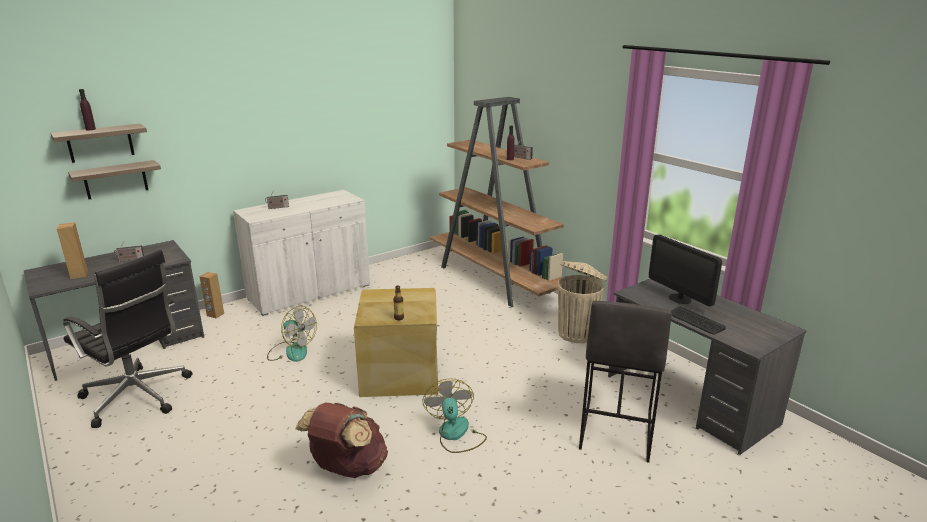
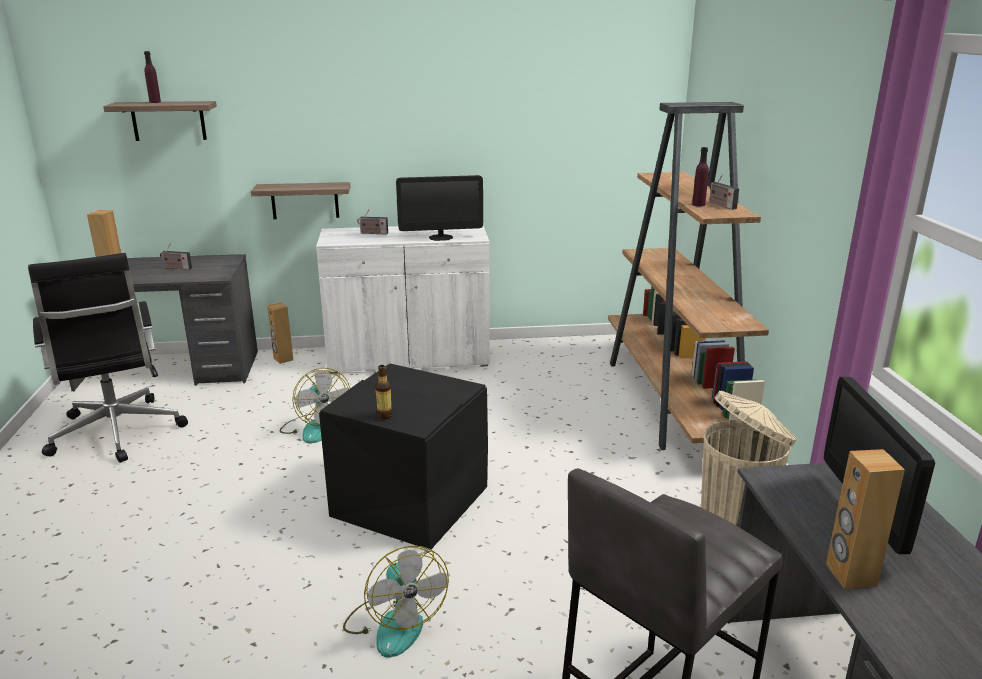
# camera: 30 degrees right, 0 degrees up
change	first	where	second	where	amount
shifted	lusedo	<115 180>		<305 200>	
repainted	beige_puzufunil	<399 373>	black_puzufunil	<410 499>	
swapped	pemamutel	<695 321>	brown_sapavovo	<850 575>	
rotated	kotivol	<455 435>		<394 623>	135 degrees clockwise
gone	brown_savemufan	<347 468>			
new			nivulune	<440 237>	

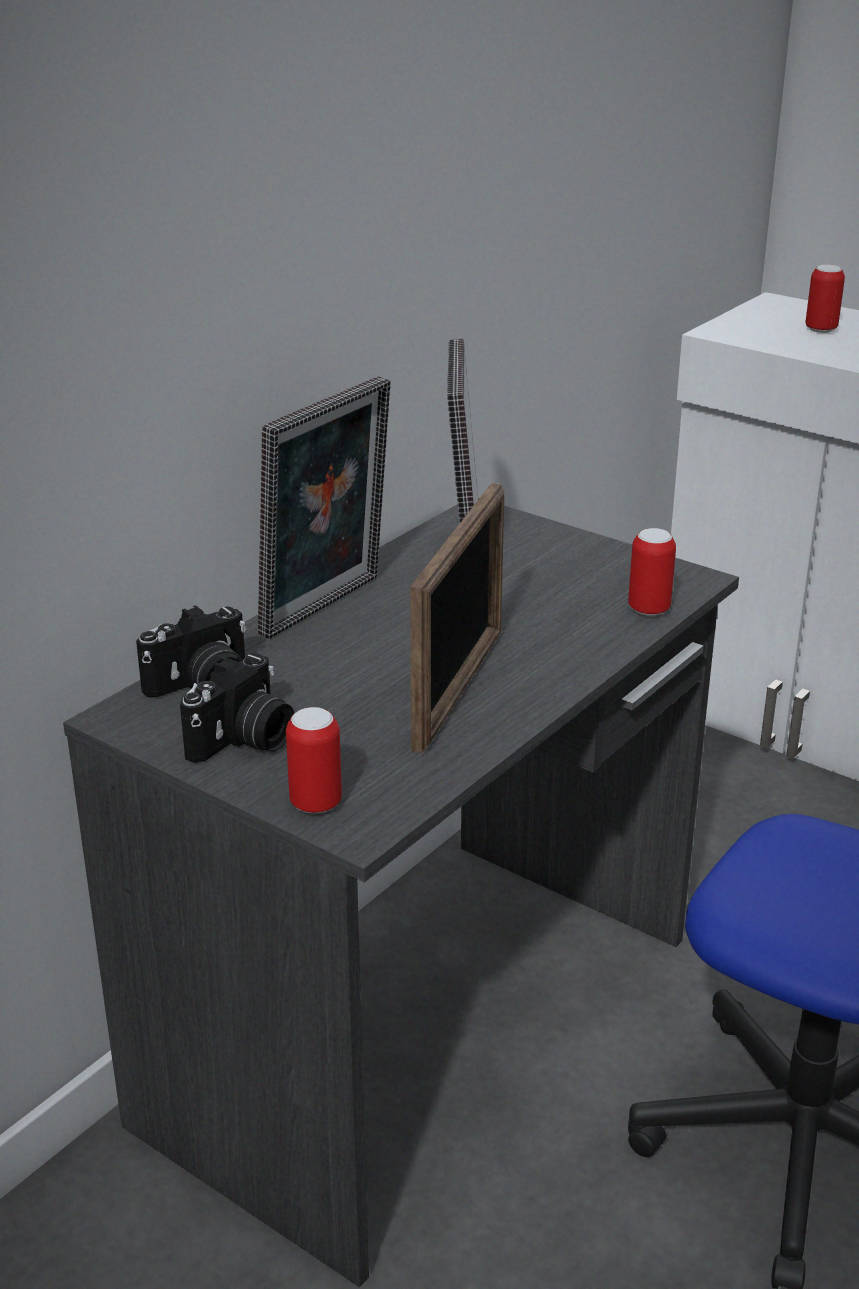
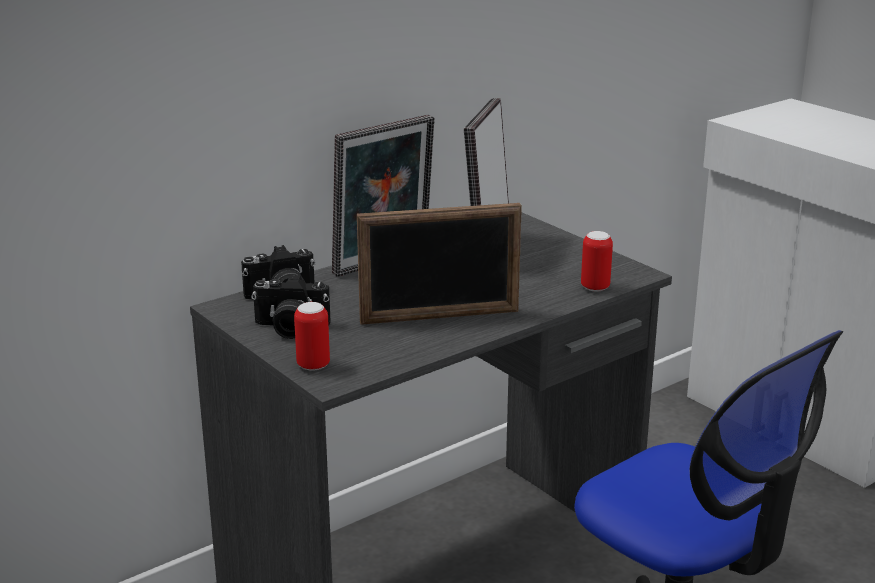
# camera: 15 degrees right, 5 degrees down
change	first	where	second	where	amount
gone	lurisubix	<821 329>			
rotated	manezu	<459 689>		<440 317>	45 degrees clockwise
rotated	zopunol	<245 741>		<290 328>	45 degrees clockwise

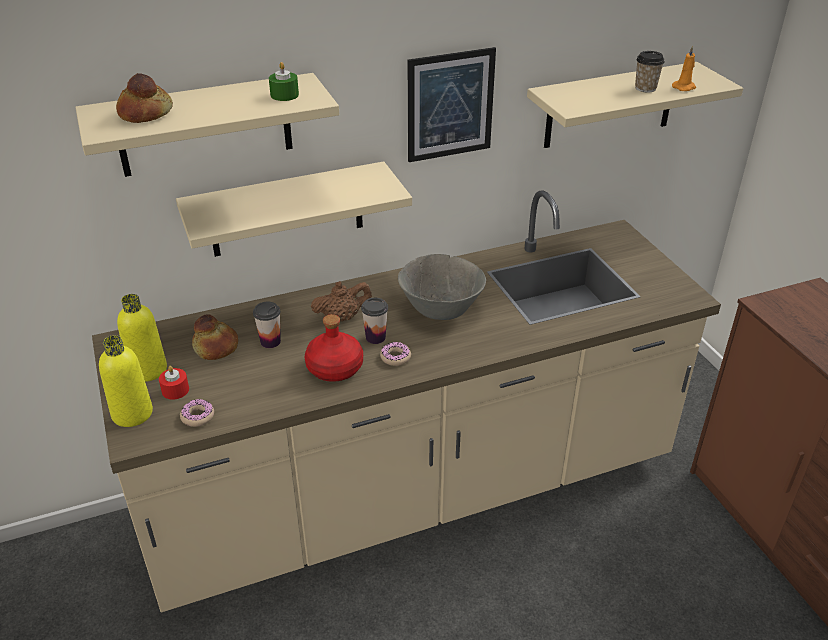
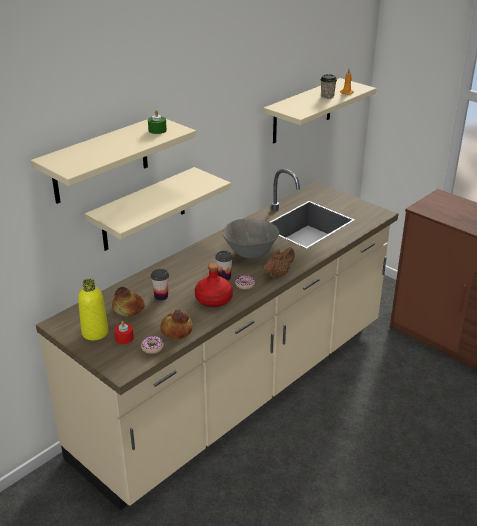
# camera: 25 degrees left, 5 degrees down
change	first	where	second	where	amount
gone	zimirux	<450 105>			
shifted	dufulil	<145 113>		<176 330>	
shifted	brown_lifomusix	<342 317>		<278 274>	
gone	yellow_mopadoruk	<132 413>			

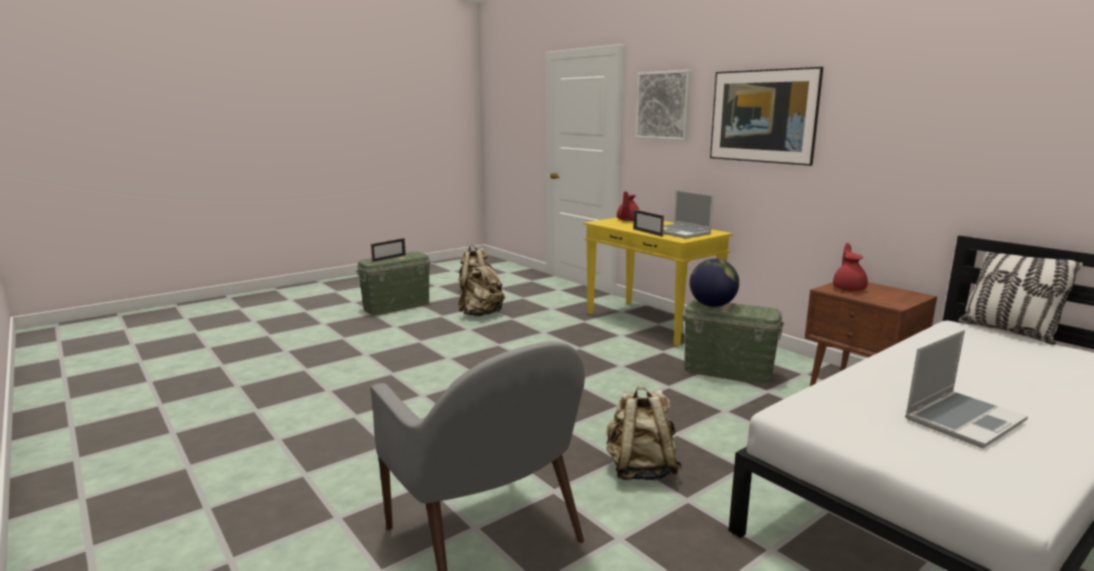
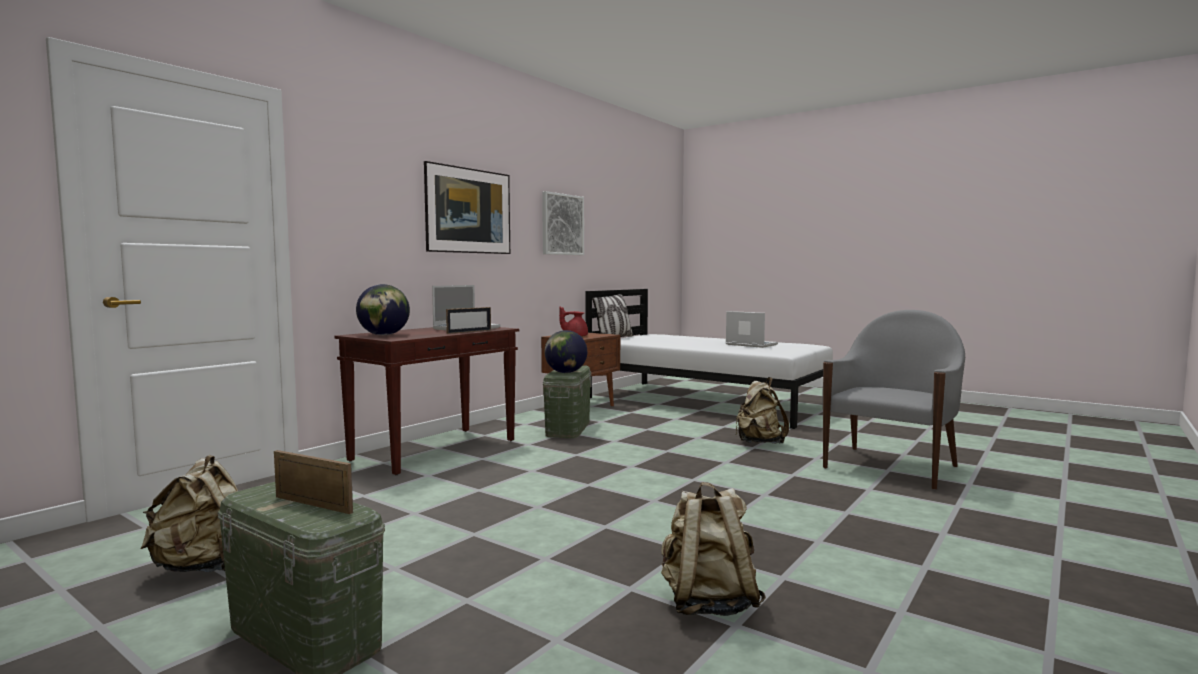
# camera: 105 degrees left, 10 degrees down
change	first	where	second	where	amount
shifted	zimirux	<663 105>		<562 224>	
swapped	red_lifomusix	<627 220>	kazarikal	<383 335>	
repainted	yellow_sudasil	<651 323>	brown_sudasil	<435 450>	
shifted	beige_savemufan	<482 314>		<708 603>	

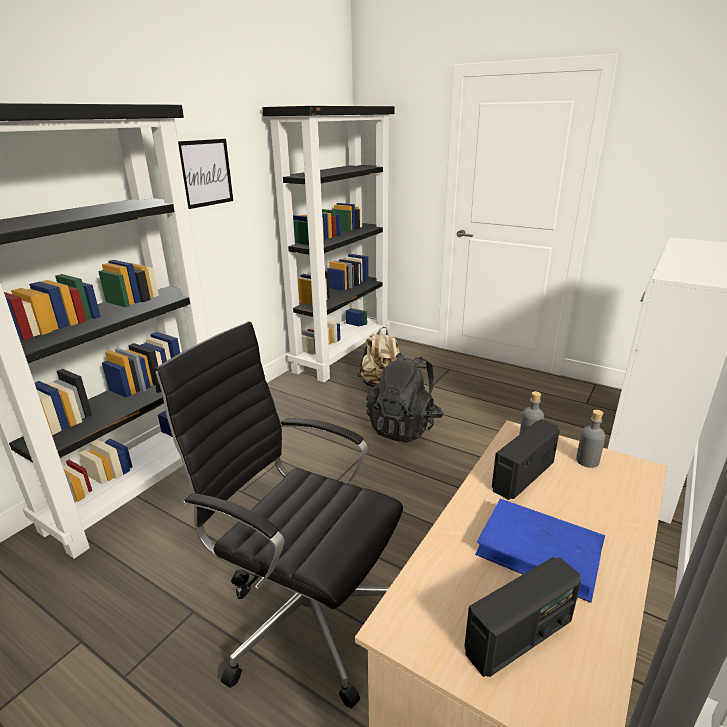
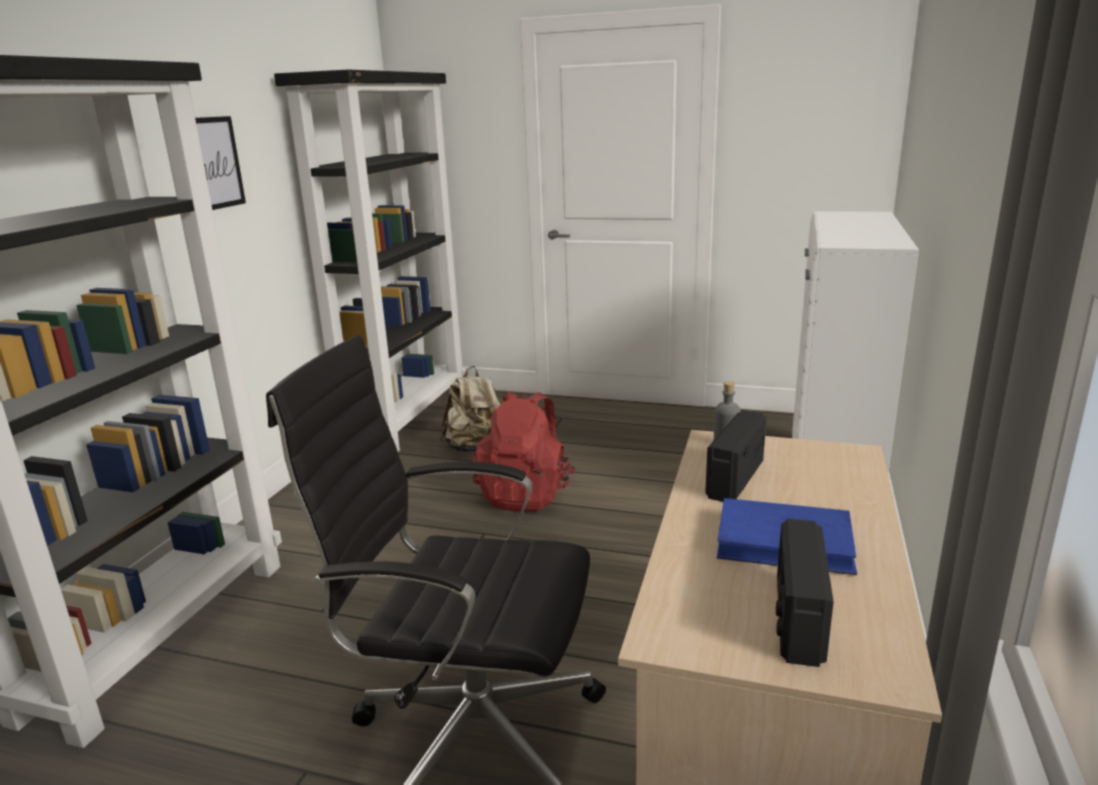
# camera: 15 degrees left, 5 degrees down
change	first	where	second	where	amount
repainted	black_savemufan	<404 427>	red_savemufan	<526 494>	
gone	grey_mopadoruk	<587 461>			
rotated	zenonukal	<519 637>		<797 618>	150 degrees clockwise

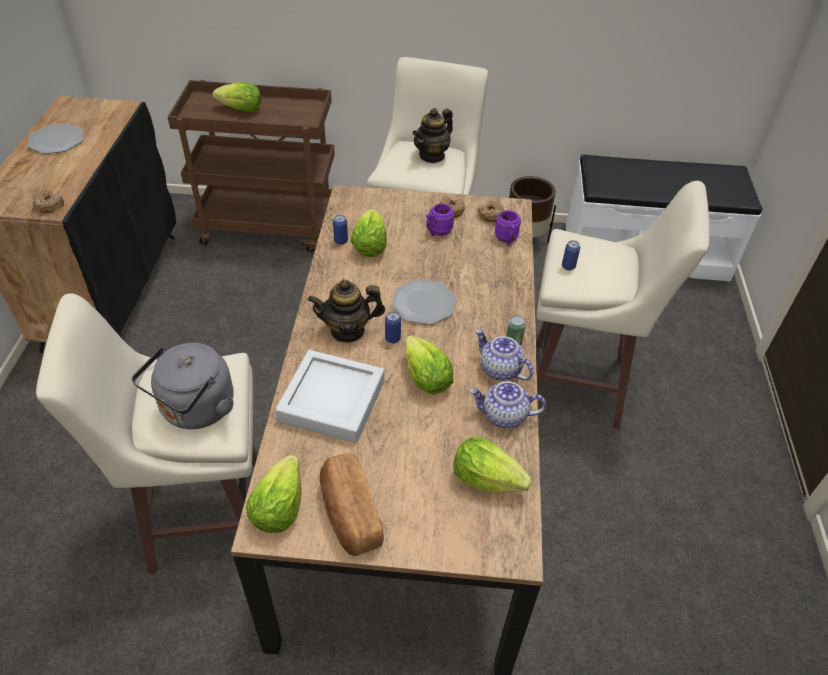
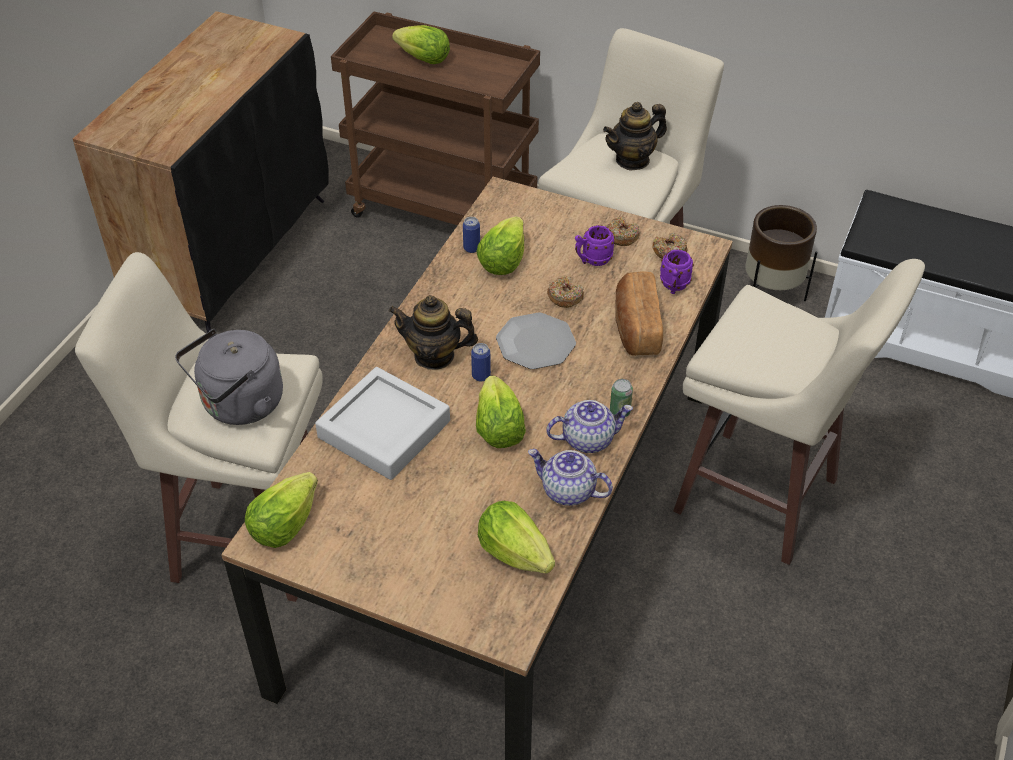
# camera: 20 degrees right, 0 degrees up
change	first	where	second	where	amount
gone	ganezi	<56 140>			
shifted	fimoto	<49 205>		<565 297>	
gone	lurisubix	<568 266>			
rotated	lifomusix	<499 369>		<588 439>	105 degrees clockwise
shifted	dufulil	<349 514>		<636 327>	

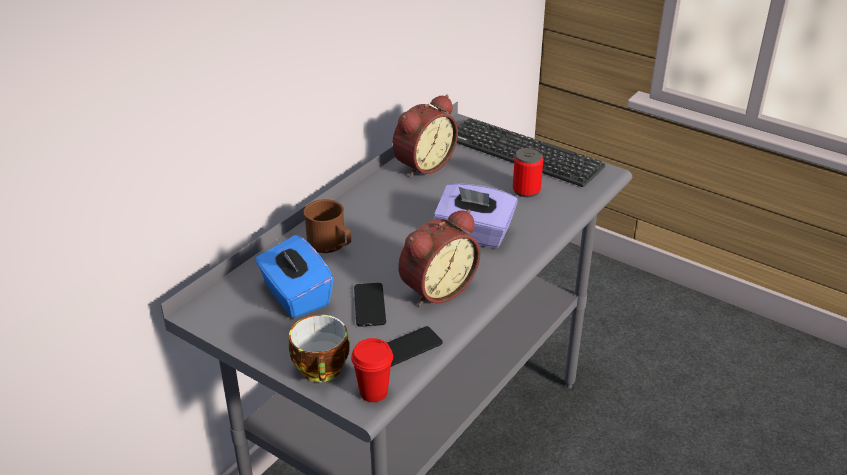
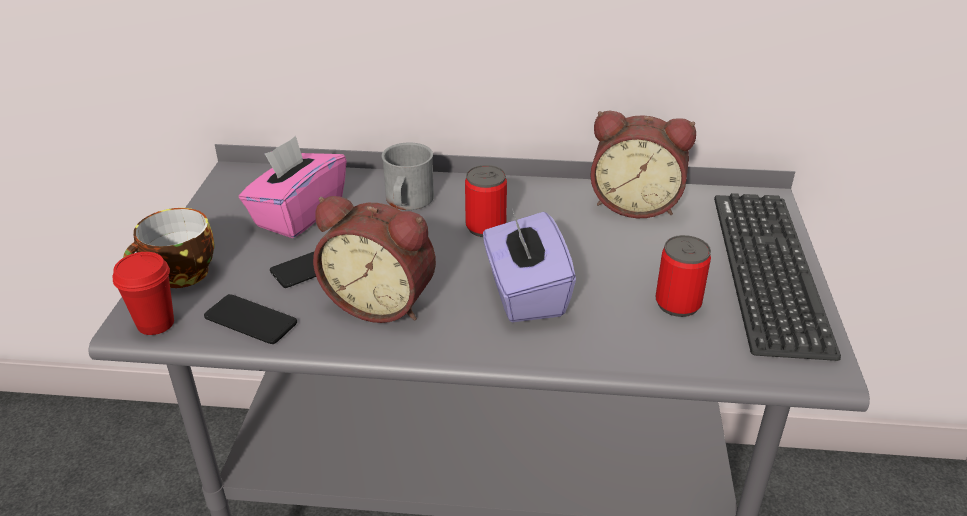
# camera: 60 degrees right, 0 degrees up
change	first	where	second	where	amount
repainted	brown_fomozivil	<331 245>	grey_fomozivil	<407 202>	
repainted	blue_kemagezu	<295 296>	pink_kemagezu	<298 214>	
new			lurisubix	<485 227>	

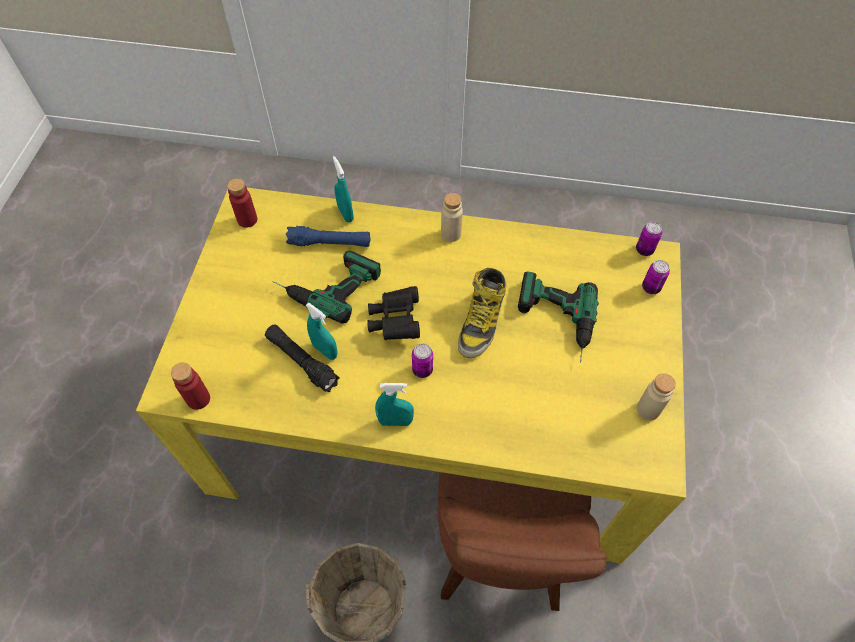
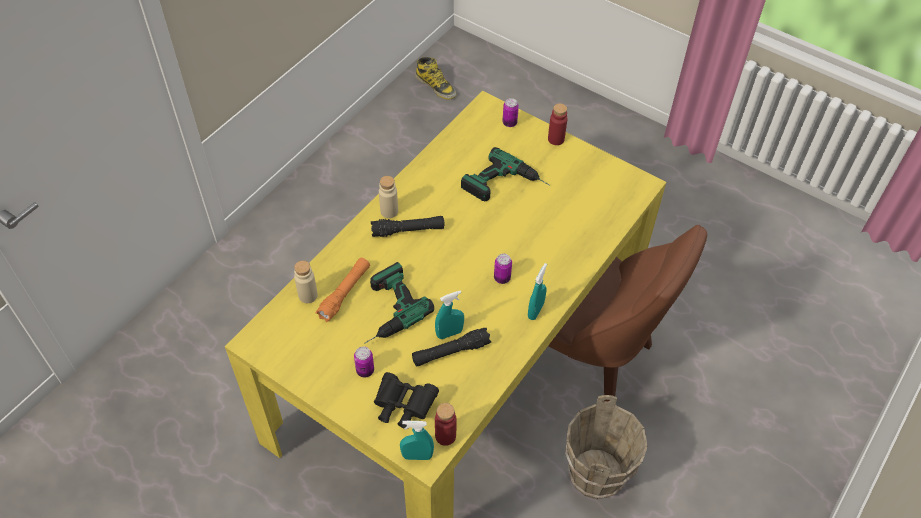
# camera: 65 degrees left, 5 degrees down
change	first	where	second	where	amount
shifted	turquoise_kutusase	<345 214>		<417 456>	
shifted	red_mopadoruk	<247 220>		<556 139>	
shifted	lurisubix	<644 250>		<365 370>	
repainted	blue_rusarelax	<329 243>	orange_rusarelax	<345 293>	
shifted	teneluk	<481 322>		<436 86>	
shifted	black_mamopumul	<395 321>		<403 406>	
shifted	beige_mopadoruk	<648 409>		<308 295>	
new			black_rusarelax	<408 230>	

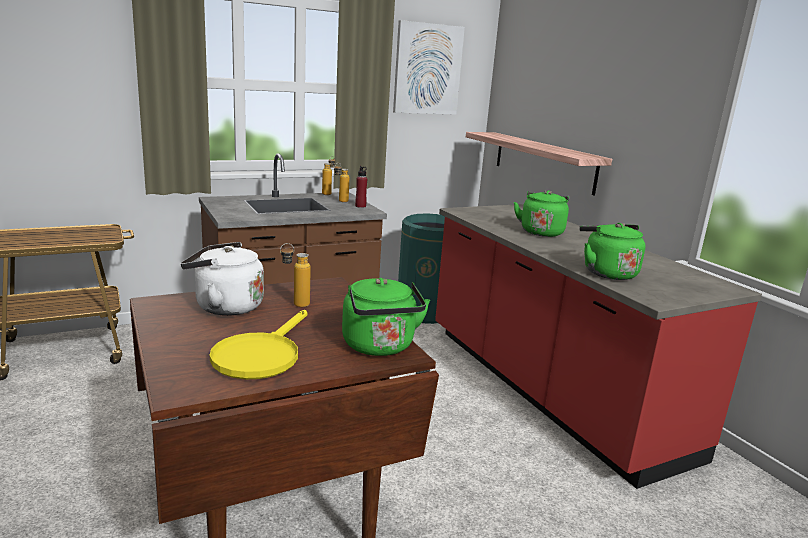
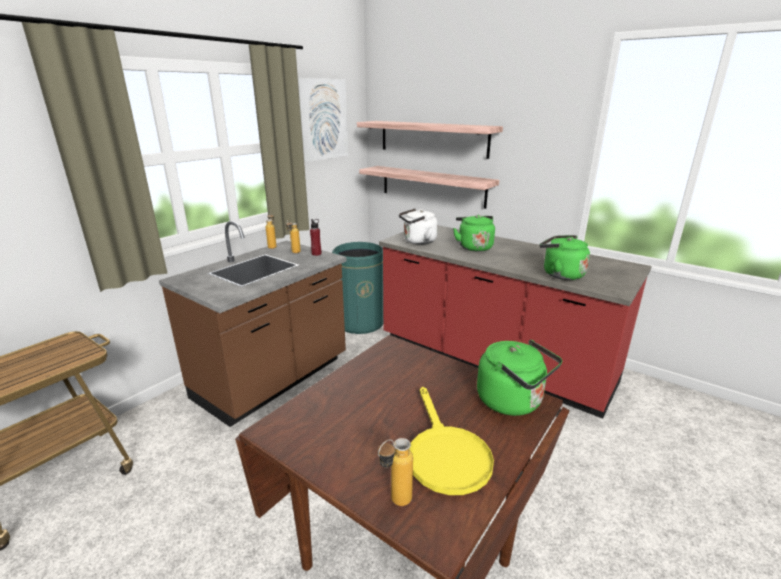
# camera: 25 degrees left, 5 degrees up
change	first	where	second	where	amount
shifted	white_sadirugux	<225 307>		<418 241>	
shifted	mopadoruk	<294 305>		<394 503>	
new			lusedo	<432 138>	

